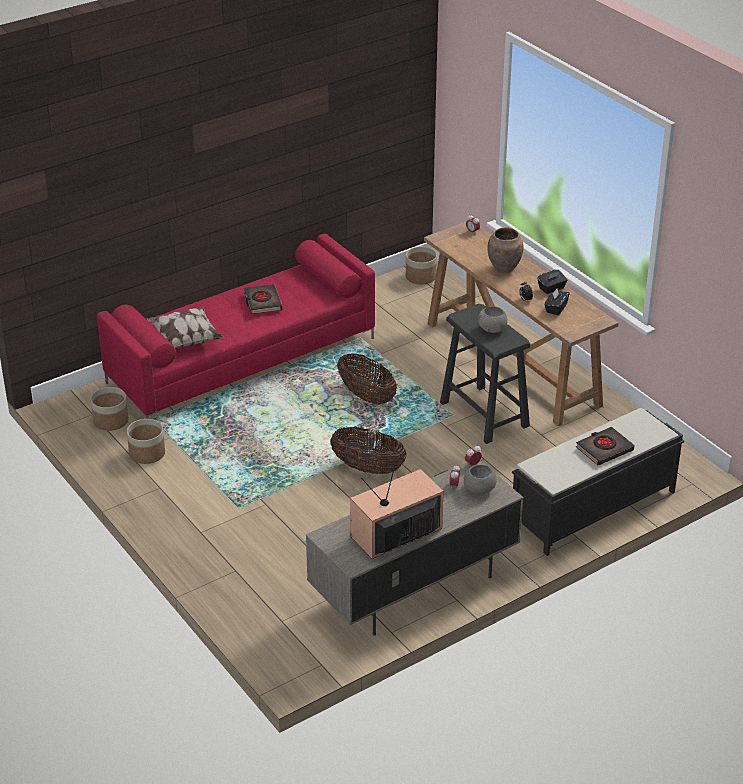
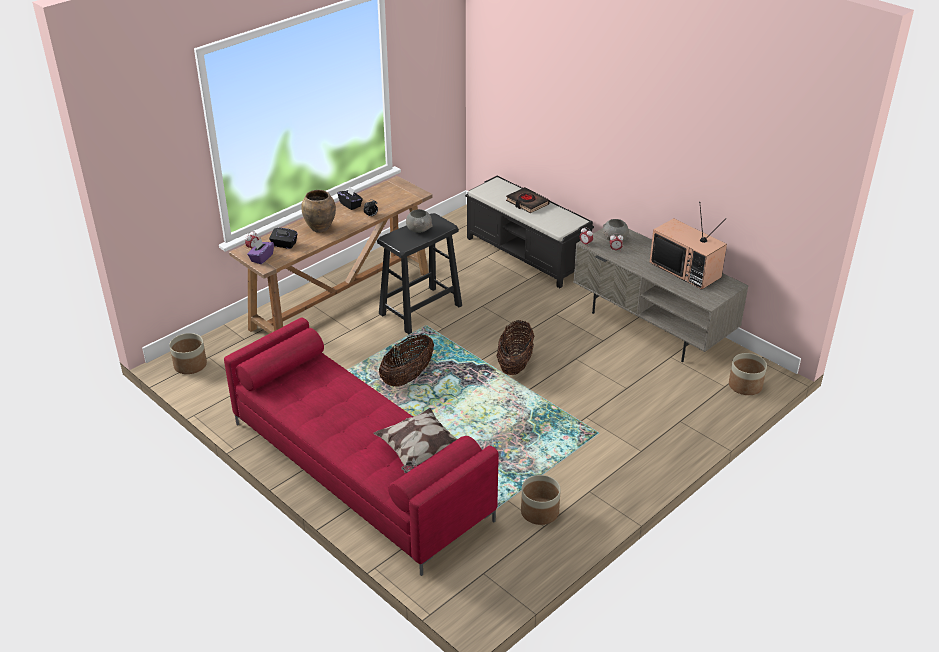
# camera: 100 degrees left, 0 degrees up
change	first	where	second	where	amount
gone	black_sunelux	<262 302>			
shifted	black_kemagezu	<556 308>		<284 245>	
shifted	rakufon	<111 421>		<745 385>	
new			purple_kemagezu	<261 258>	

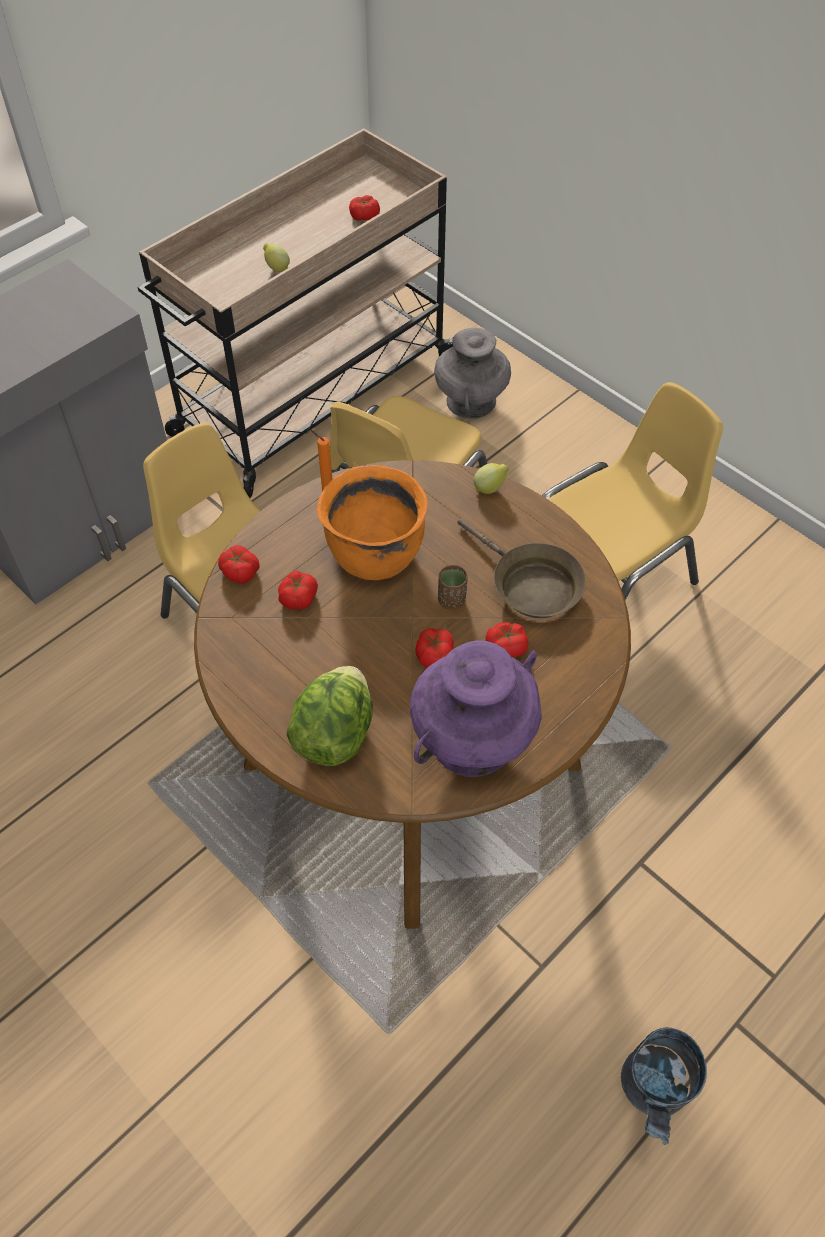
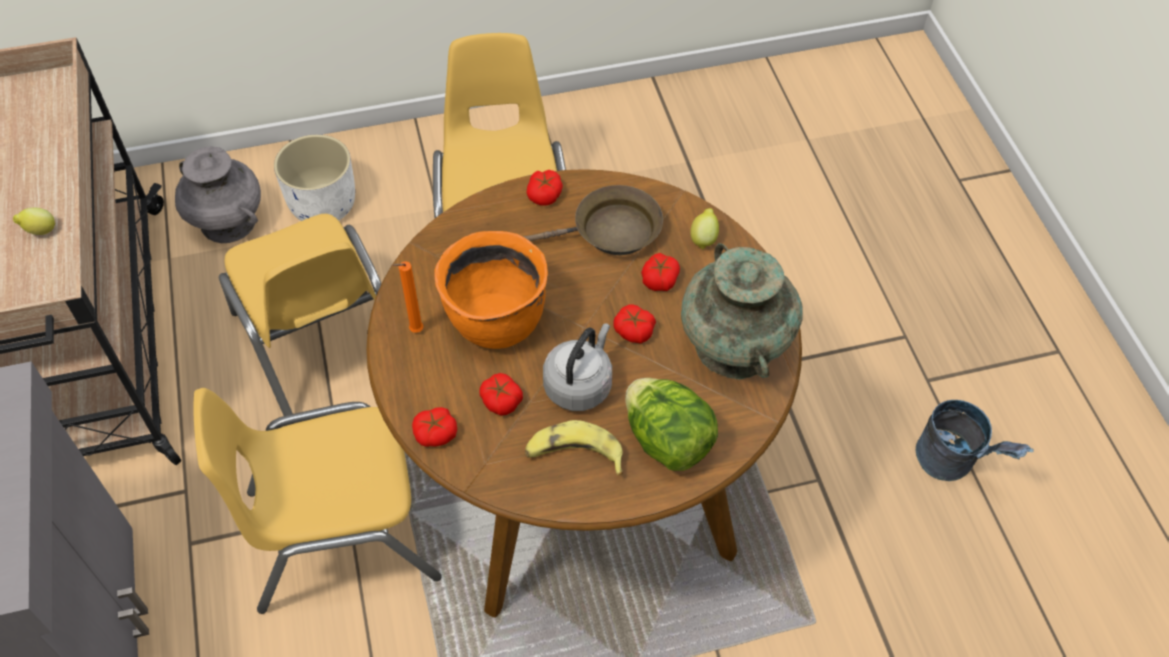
# camera: 60 degrees left, 0 degrees up
change	first	where	second	where	amount
shifted	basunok	<364 216>		<545 194>	
shifted	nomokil	<490 488>		<703 238>	
gone	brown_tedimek	<451 600>			
repainted	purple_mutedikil	<473 739>	turquoise_mutedikil	<733 345>	
new			white_rakufon	<322 205>	
new			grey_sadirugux	<579 384>	
new			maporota	<574 455>	

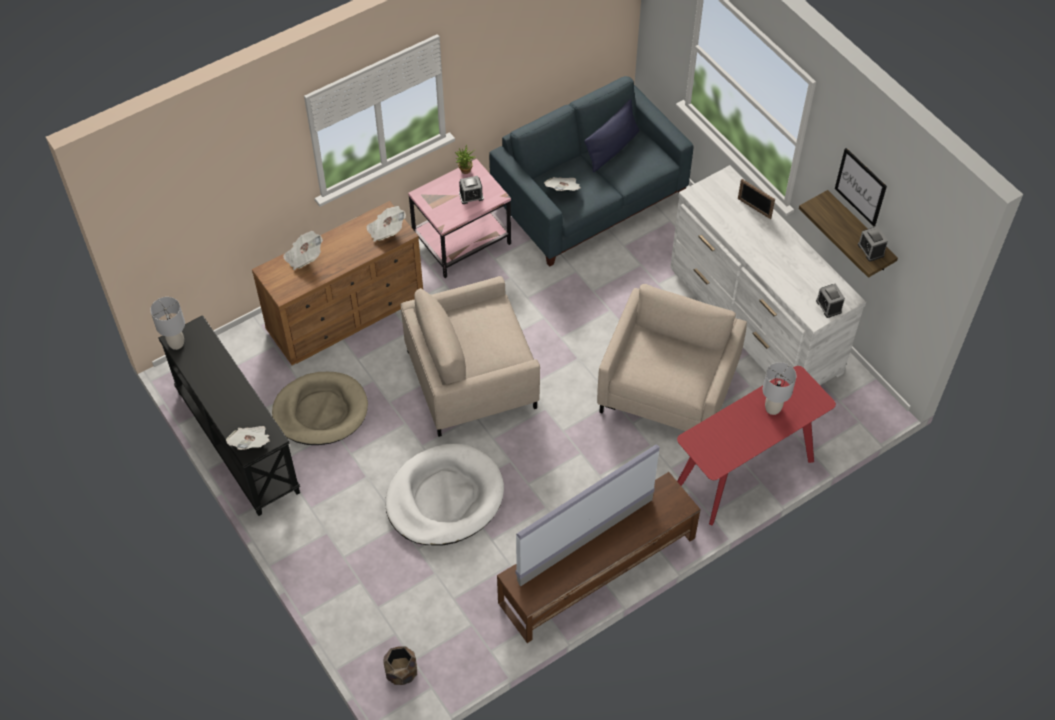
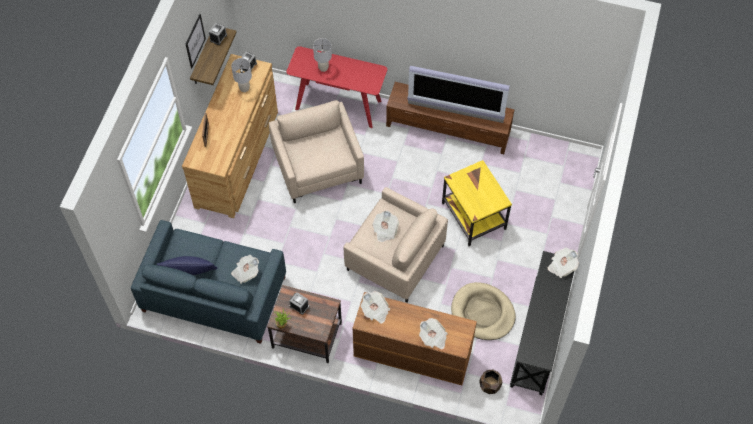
# camera: 130 degrees left, 5 degrees up
change	first	where	second	where	amount
repainted	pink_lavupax	<461 241>	brown_lavupax	<306 336>	
repainted	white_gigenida	<754 320>	brown_gigenida	<237 157>	
rotated	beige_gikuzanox	<668 389>		<318 166>	90 degrees clockwise
shifted	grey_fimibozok	<177 344>		<244 88>	
swapped	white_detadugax	<444 498>	yellow_lavupax	<474 216>	
shifted	brown_rakufon	<401 672>		<489 386>	
new			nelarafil	<385 230>	

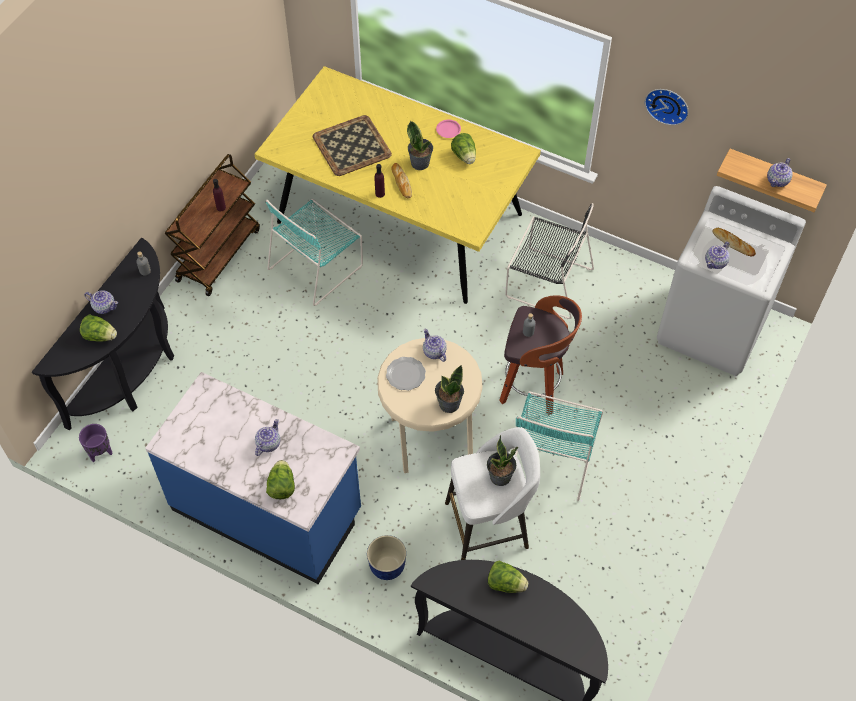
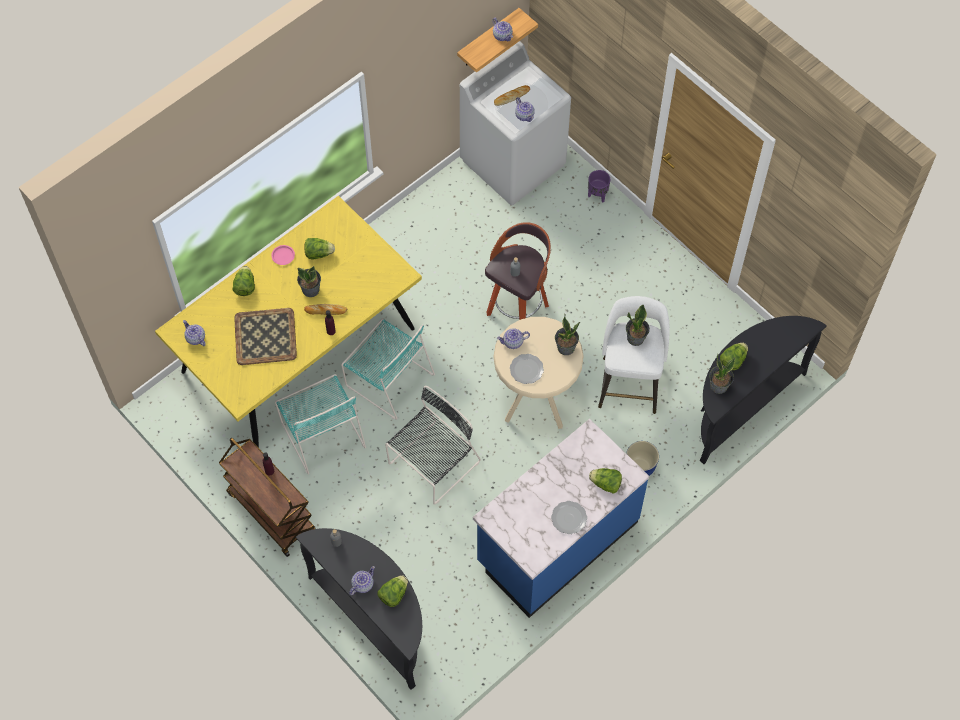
# camera: 70 degrees left, 5 degrees up
change	first	where	second	where	amount
gone	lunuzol	<668 104>			
shifted	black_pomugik	<546 282>		<432 464>	
shifted	turquoise_pomugik	<552 456>		<387 378>	
shifted	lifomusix	<268 443>		<195 338>	
shifted	purple_rakufon	<101 453>		<597 195>	
new			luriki	<245 286>	
new			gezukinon	<718 386>	
new			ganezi	<569 518>	

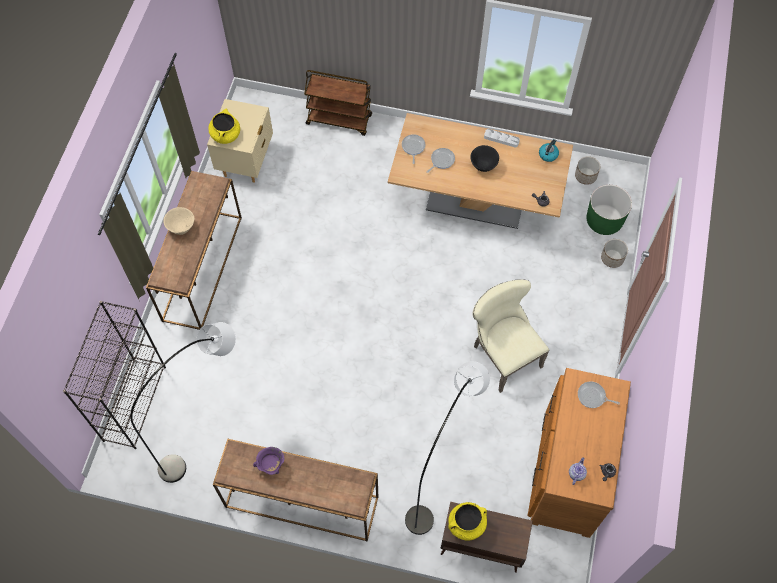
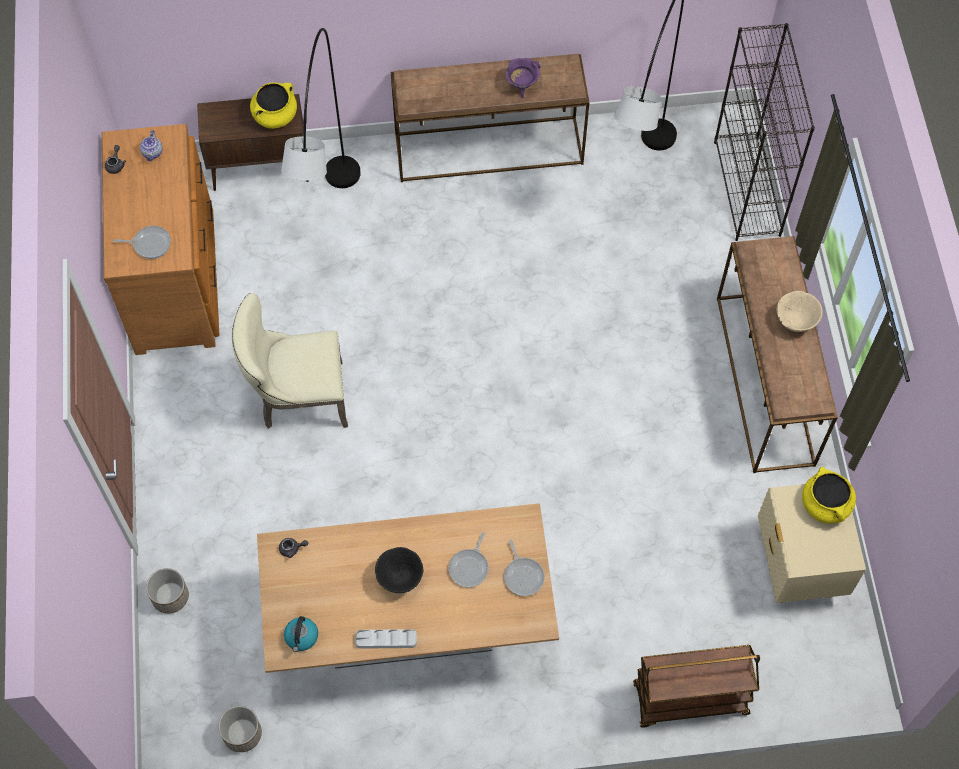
# camera: 160 degrees right, 0 degrees up
change	first	where	second	where	amount
gone	green_rakufon	<604 221>			
rotated	beige_pomugik	<503 354>		<298 398>	135 degrees clockwise

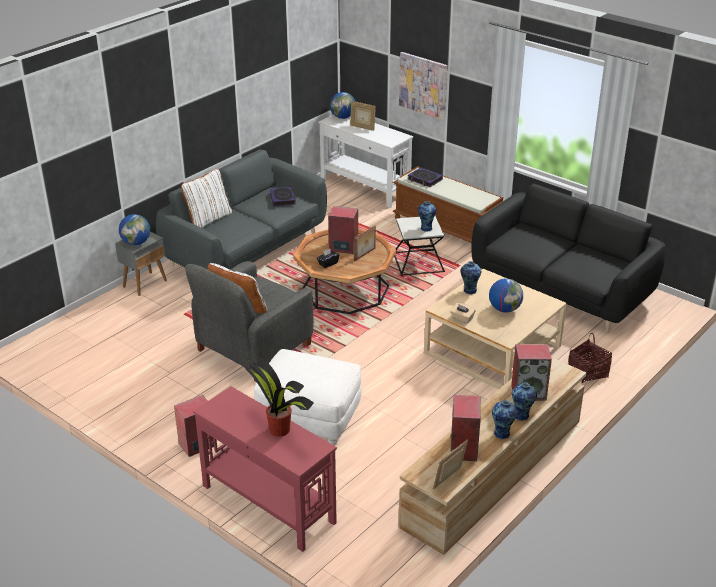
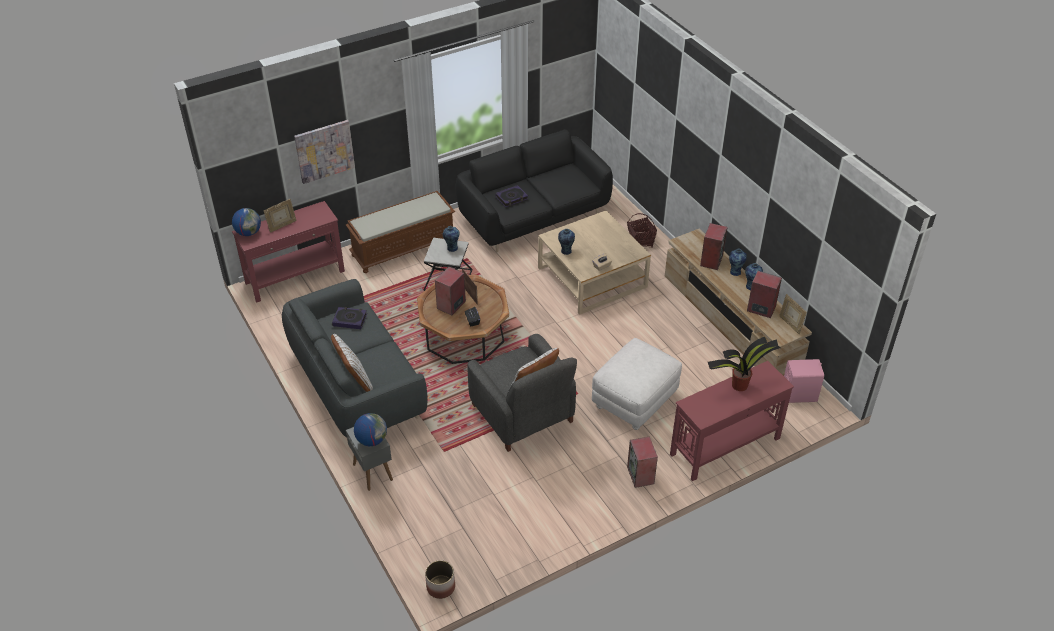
# camera: 70 degrees left, 10 degrees up
change	first	where	second	where	amount
repainted	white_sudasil	<365 188>	red_sudasil	<295 277>	
shifted	sunelux	<424 179>		<511 198>	
gone	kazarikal	<504 309>			
new			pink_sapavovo	<799 394>	
new			rakufon	<441 587>	

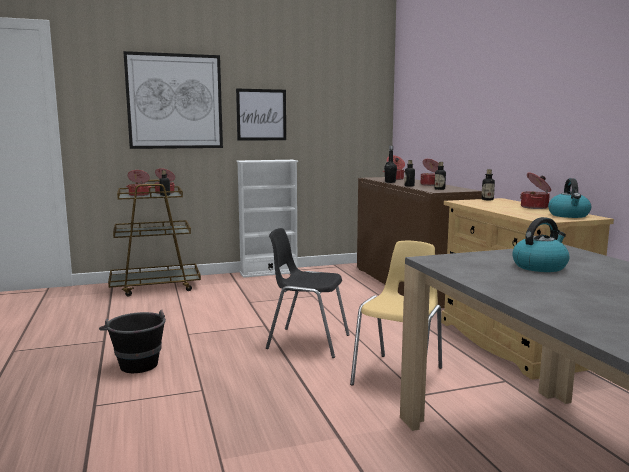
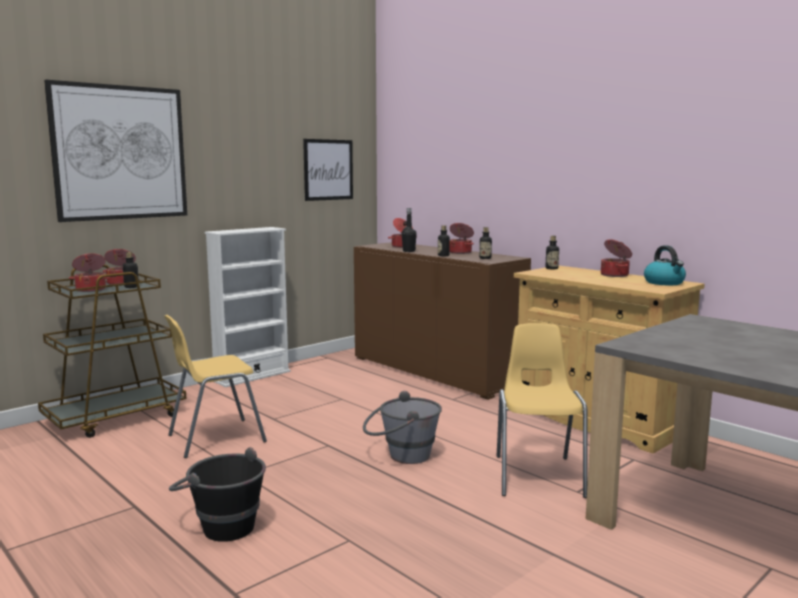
# camera: 25 degrees left, 0 degrees up
change	first	where	second	where	amount
shifted	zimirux	<261 115>		<328 170>	
gone	sadirugux	<539 266>			
swapped	black_pomugik	<307 342>	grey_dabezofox	<401 456>	
new			yellow_pomugik	<215 438>	

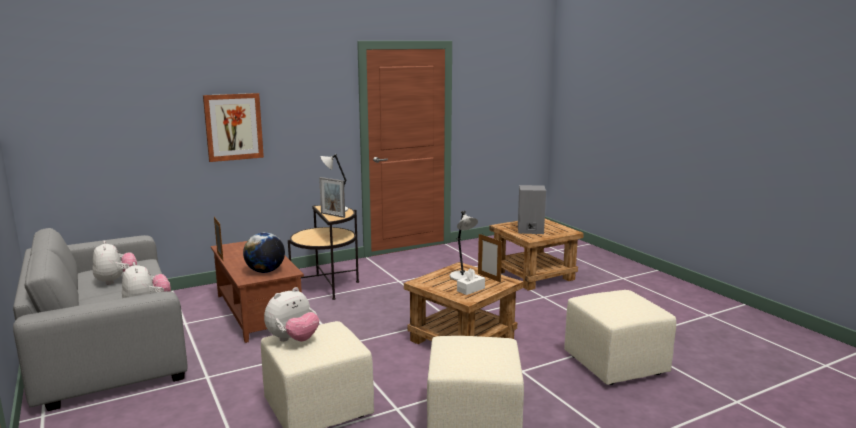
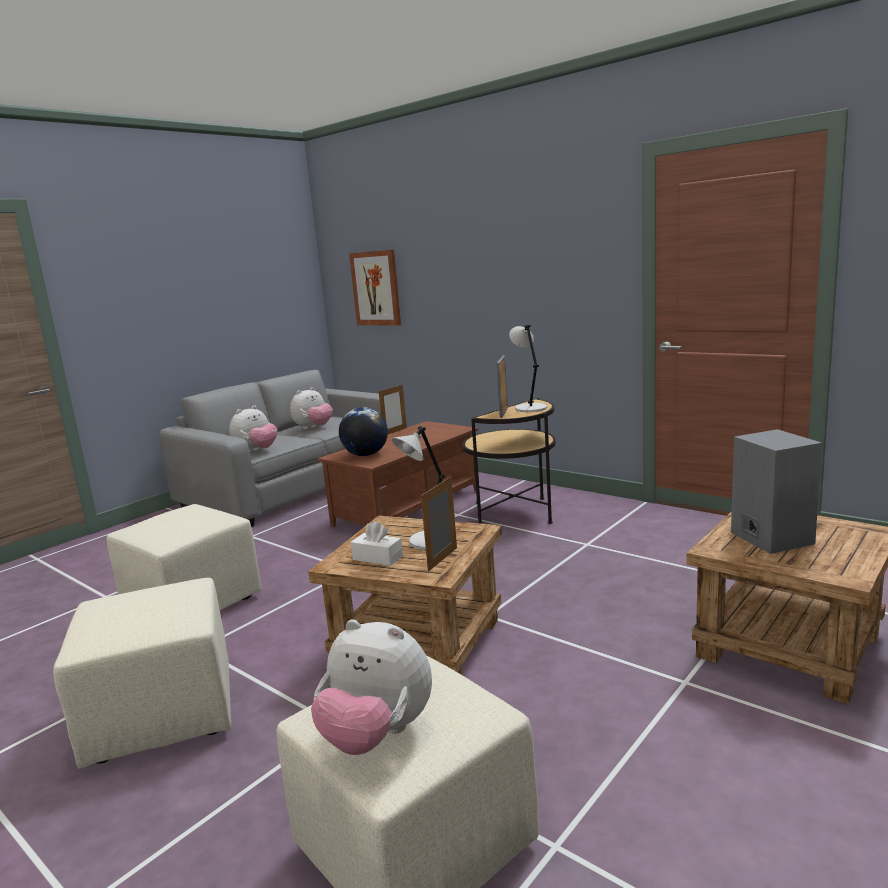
# camera: 70 degrees right, 0 degrees up
change	first	where	second	where	amount
shifted	zimirux	<233 127>		<376 288>	
shifted	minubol	<293 340>		<377 736>	

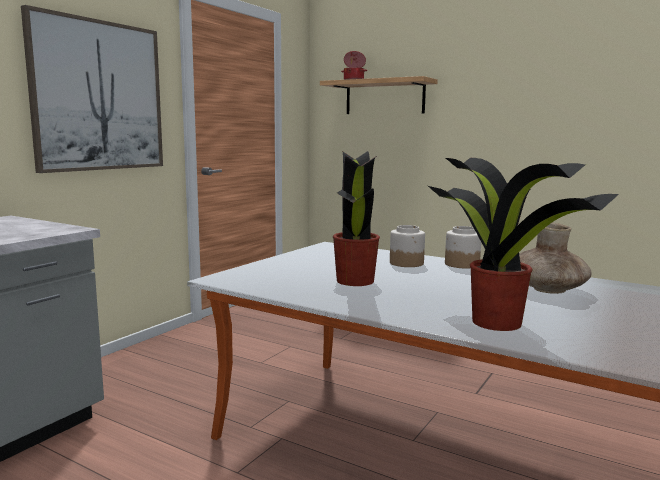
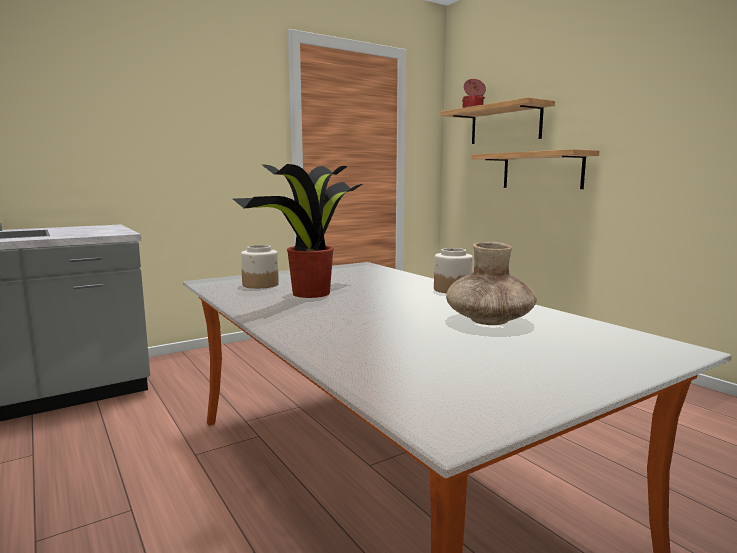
# camera: 25 degrees right, 0 degrees up
change	first	where	second	where	amount
gone	zimirux	<98 96>			
gone	gezukinon	<494 321>			
shifted	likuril	<406 263>		<261 285>	
new			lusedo	<542 170>	

